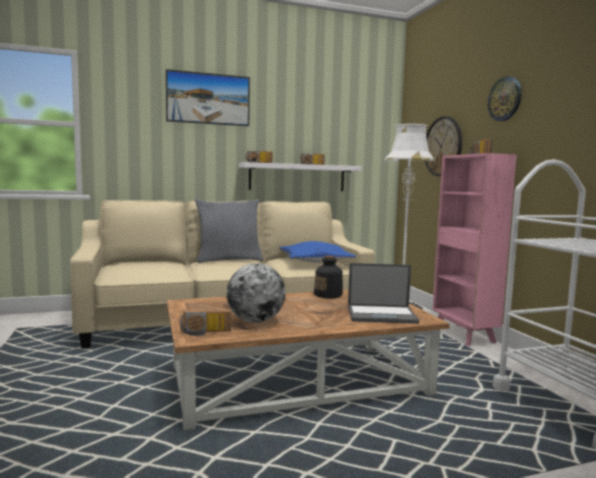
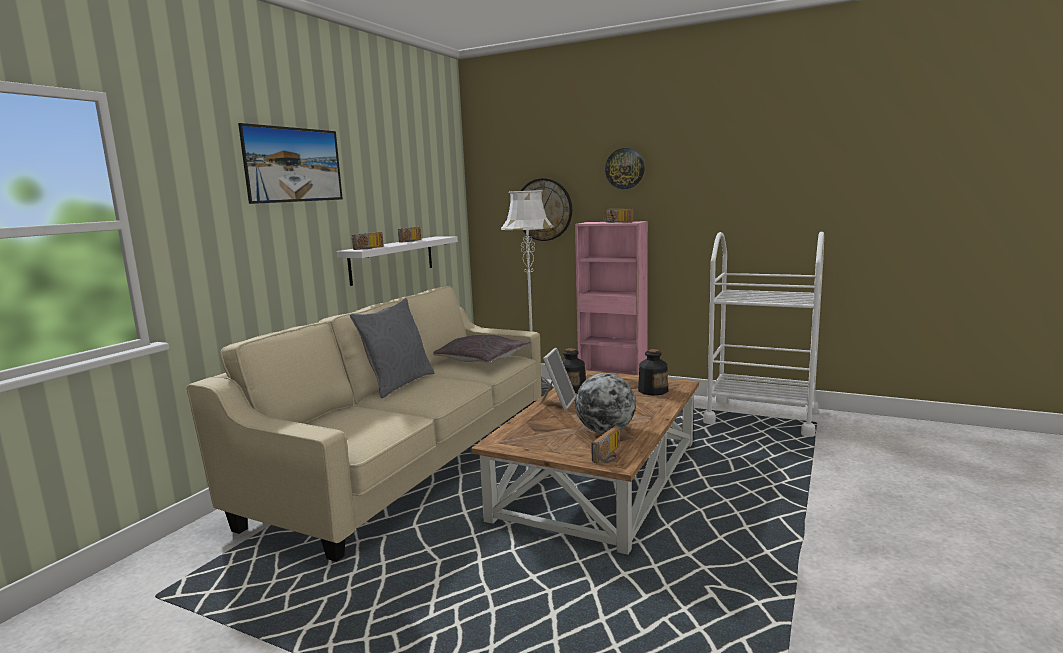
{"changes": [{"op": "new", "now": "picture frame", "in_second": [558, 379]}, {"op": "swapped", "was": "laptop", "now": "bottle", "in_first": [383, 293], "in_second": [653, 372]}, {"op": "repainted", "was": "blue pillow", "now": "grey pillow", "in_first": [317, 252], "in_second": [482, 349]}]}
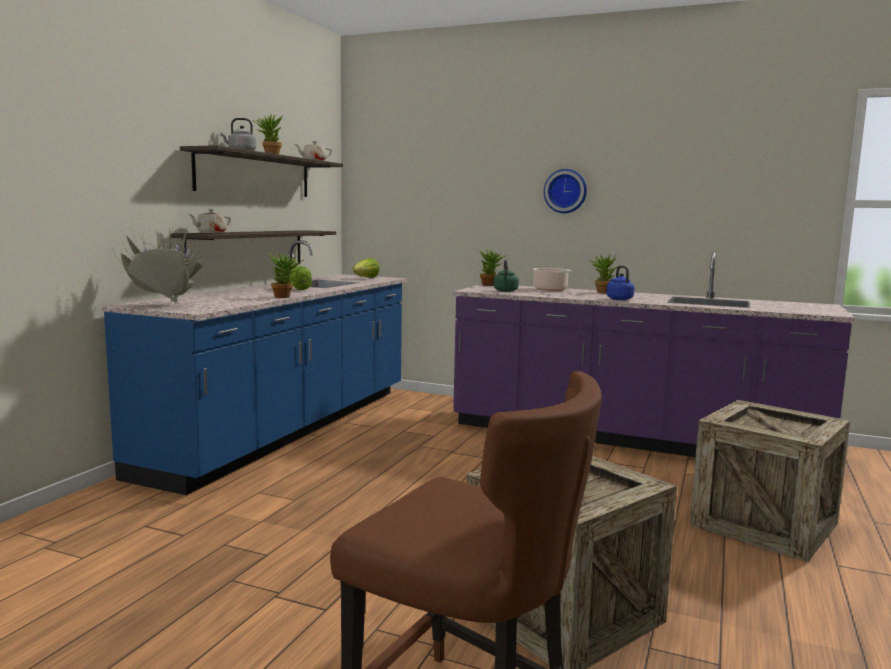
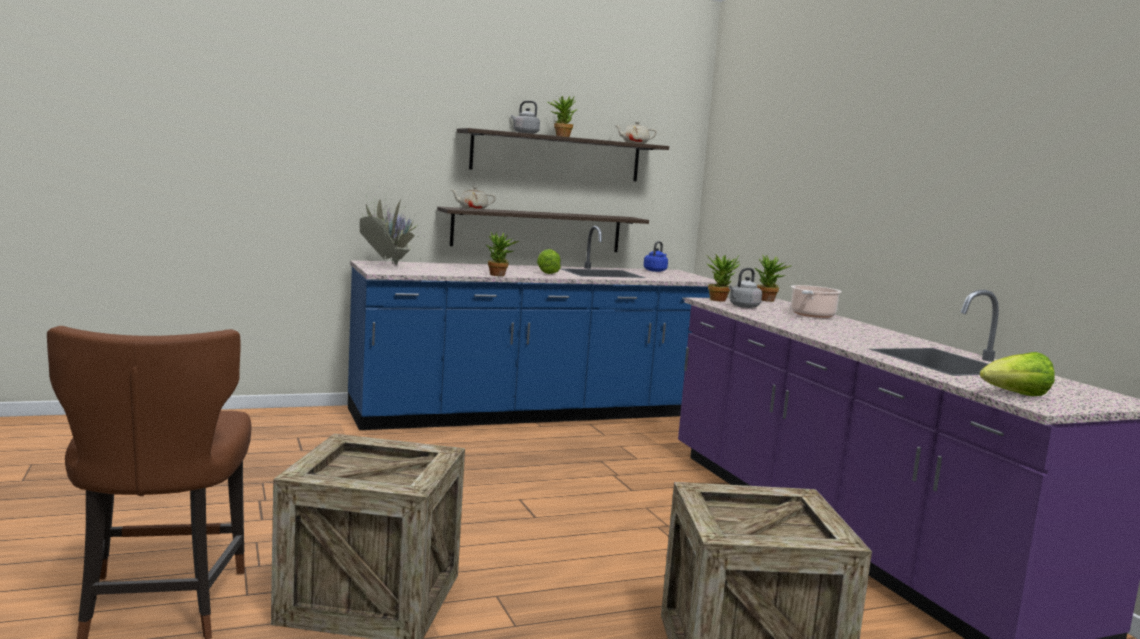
{"changes": [{"op": "gone", "was": "wall clock", "in_first": [565, 191]}, {"op": "shifted", "was": "lettuce", "in_first": [366, 268], "in_second": [1017, 374]}, {"op": "shifted", "was": "potted plant", "in_first": [604, 273], "in_second": [723, 278]}, {"op": "shifted", "was": "blue kettle", "in_first": [620, 283], "in_second": [655, 256]}, {"op": "repainted", "was": "green kettle", "now": "grey kettle", "in_first": [506, 276], "in_second": [745, 288]}]}
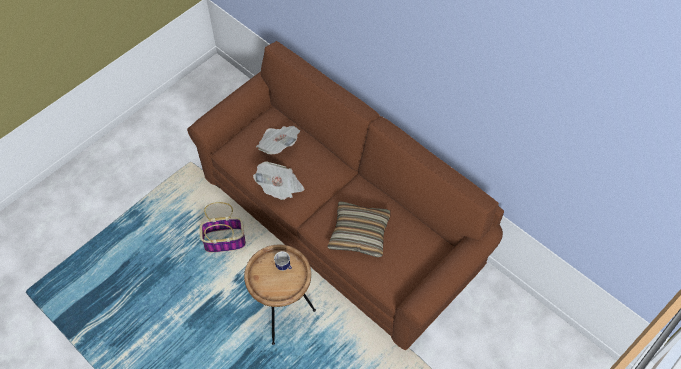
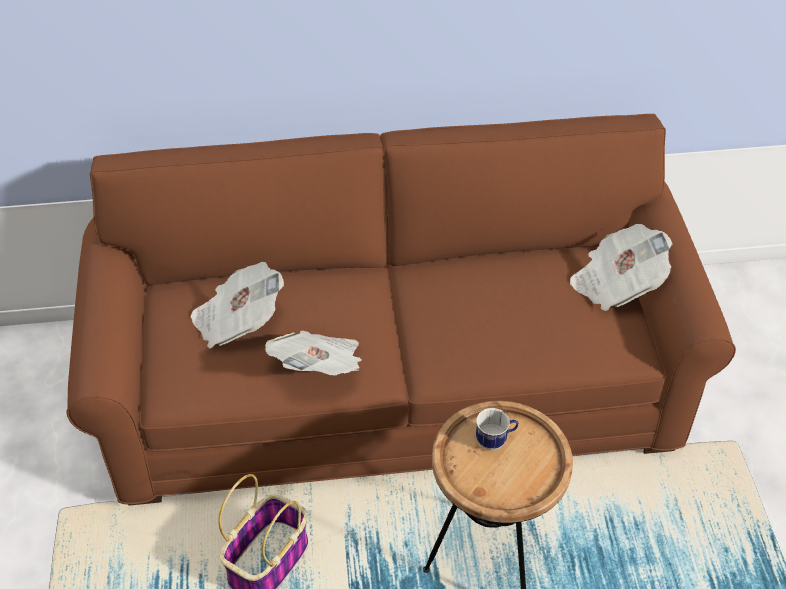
{"changes": [{"op": "gone", "was": "pillow", "in_first": [359, 229]}, {"op": "new", "now": "newspaper", "in_second": [621, 267]}]}
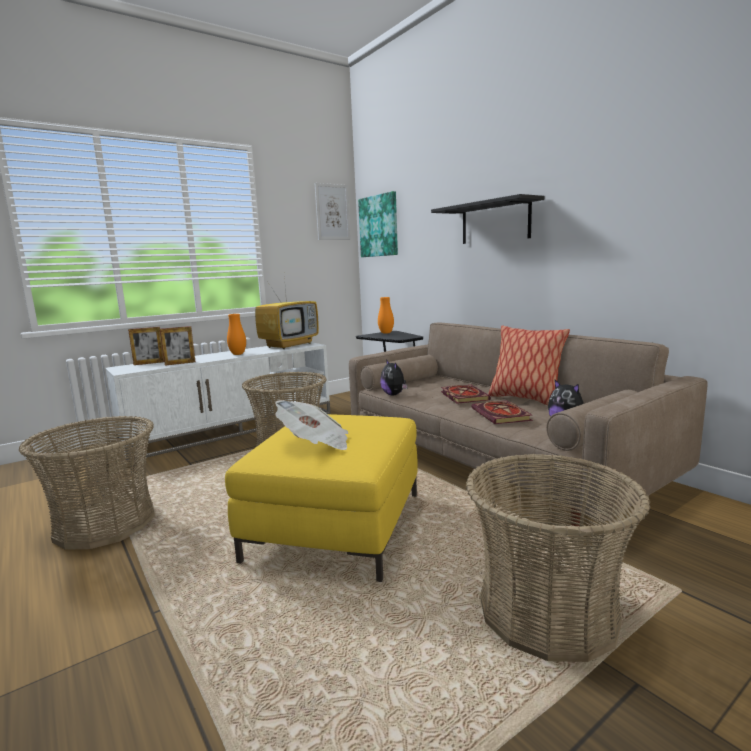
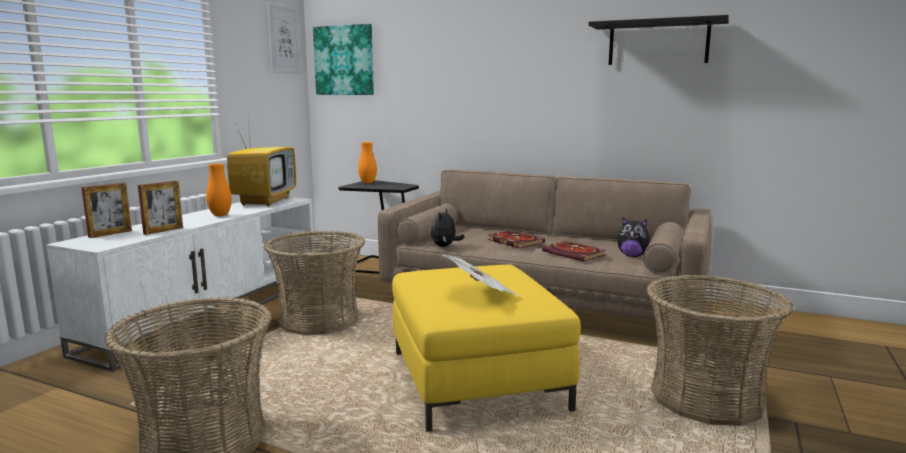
{"changes": [{"op": "gone", "was": "pillow", "in_first": [529, 365]}, {"op": "shifted", "was": "black shelf", "in_first": [487, 219], "in_second": [658, 40]}, {"op": "rotated", "was": "plush toy", "in_first": [394, 377], "in_second": [448, 227], "clockwise": 75}]}
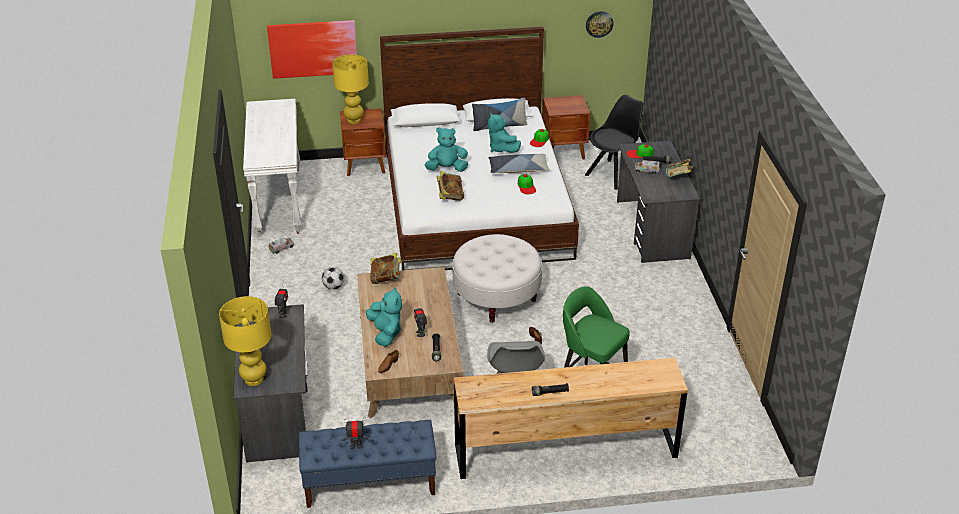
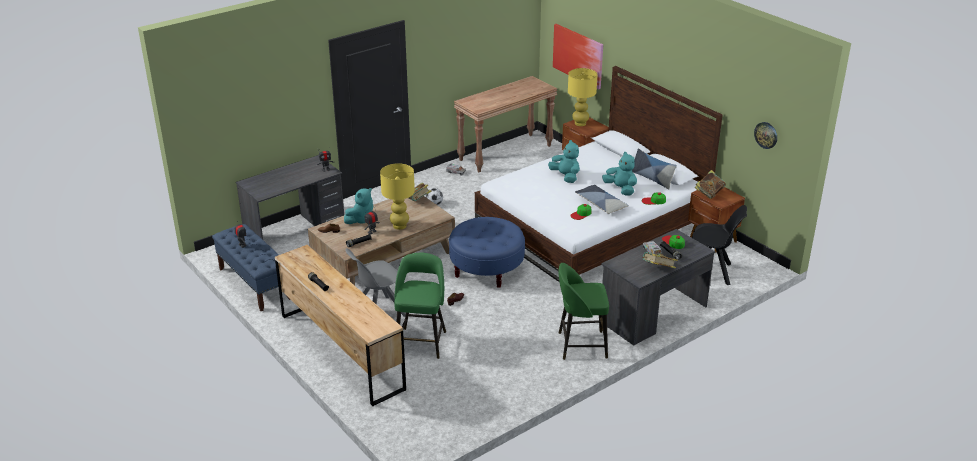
{"changes": [{"op": "new", "now": "green stool", "in_second": [583, 311]}, {"op": "shifted", "was": "yellow table lamp", "in_first": [245, 341], "in_second": [397, 196]}, {"op": "shifted", "was": "book", "in_first": [450, 186], "in_second": [710, 184]}, {"op": "repainted", "was": "white console table", "now": "brown console table", "in_first": [272, 168], "in_second": [505, 124]}, {"op": "repainted", "was": "white ottoman", "now": "blue ottoman", "in_first": [497, 278], "in_second": [487, 252]}, {"op": "rotated", "was": "turquoise plush toy", "in_first": [504, 132], "in_second": [619, 173], "clockwise": 105}]}
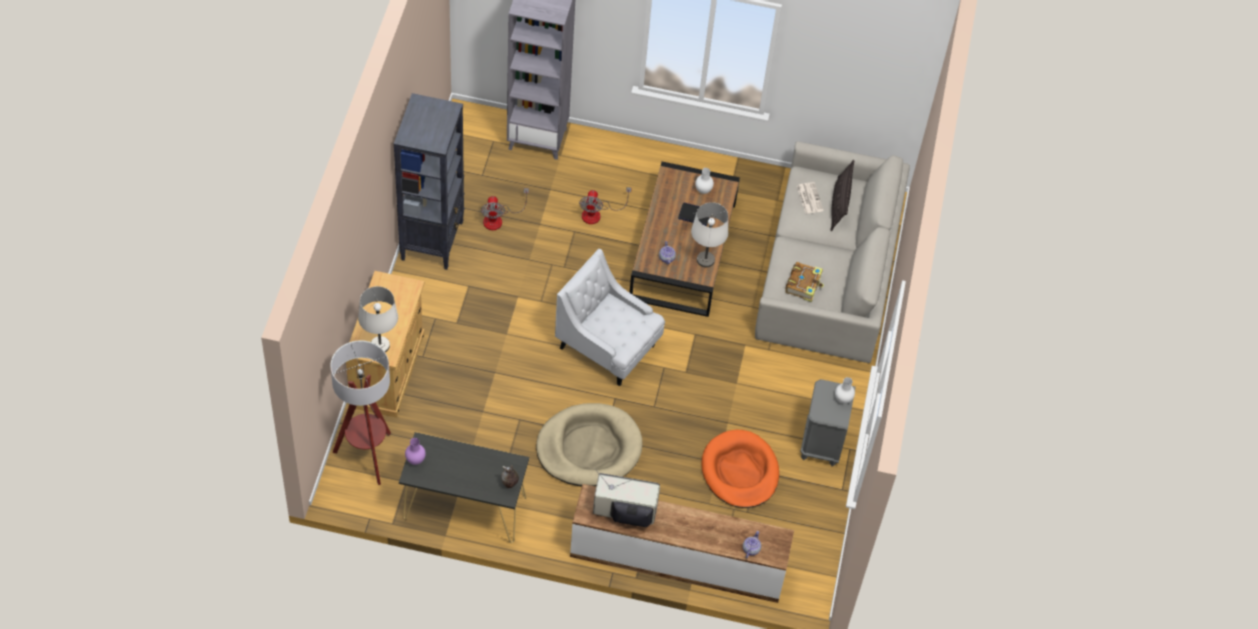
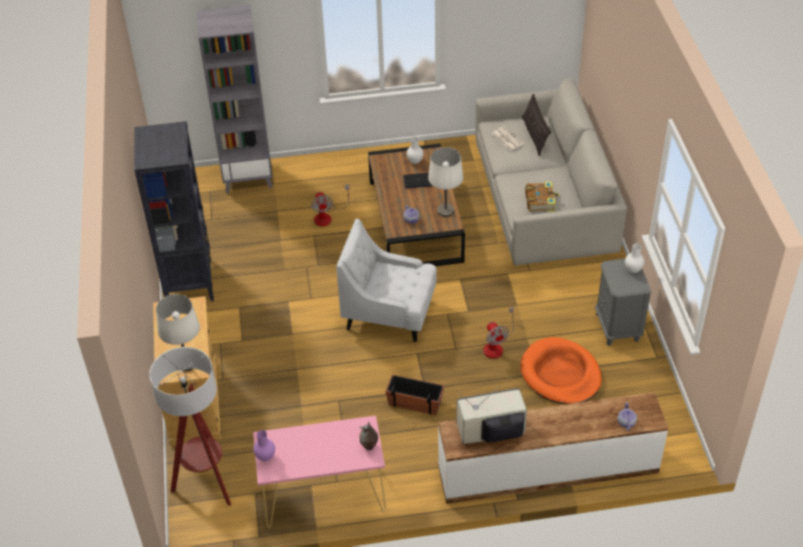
{"changes": [{"op": "shifted", "was": "fan", "in_first": [505, 209], "in_second": [498, 332]}, {"op": "swapped", "was": "beige dog bed", "now": "planter", "in_first": [589, 444], "in_second": [415, 394]}, {"op": "repainted", "was": "black console table", "now": "pink console table", "in_first": [464, 487], "in_second": [319, 472]}]}
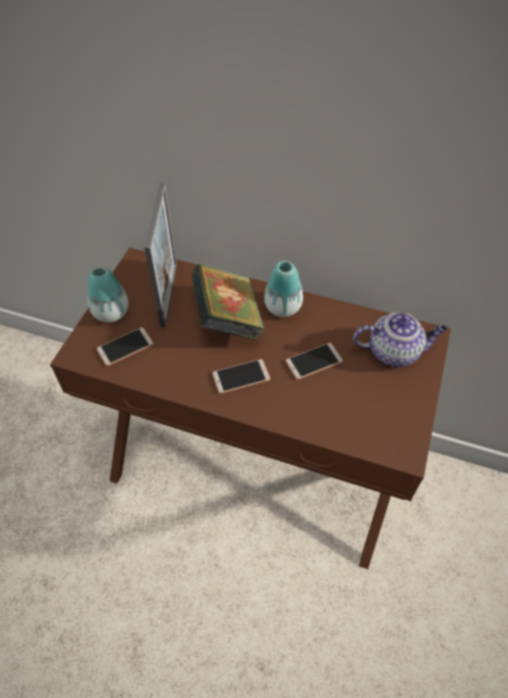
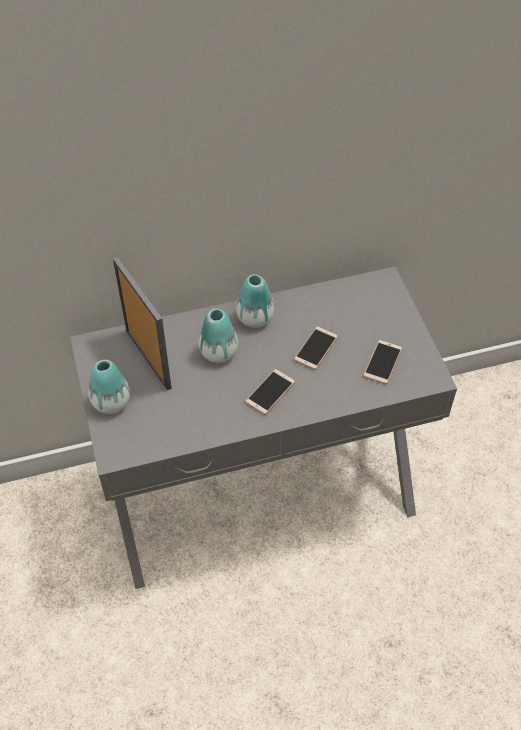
{"changes": [{"op": "gone", "was": "teapot", "in_first": [400, 339]}, {"op": "shifted", "was": "phone", "in_first": [125, 346], "in_second": [382, 362]}, {"op": "swapped", "was": "book", "now": "vase", "in_first": [228, 302], "in_second": [218, 335]}, {"op": "repainted", "was": "brown console table", "now": "grey console table", "in_first": [250, 408], "in_second": [263, 428]}]}
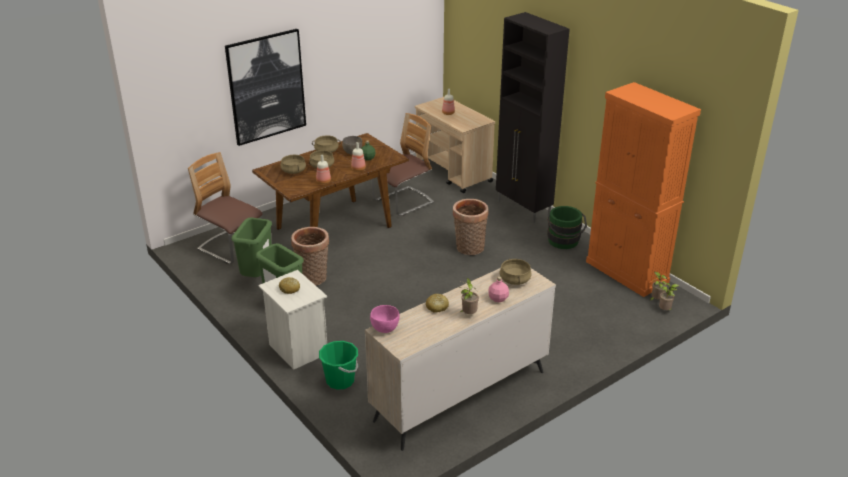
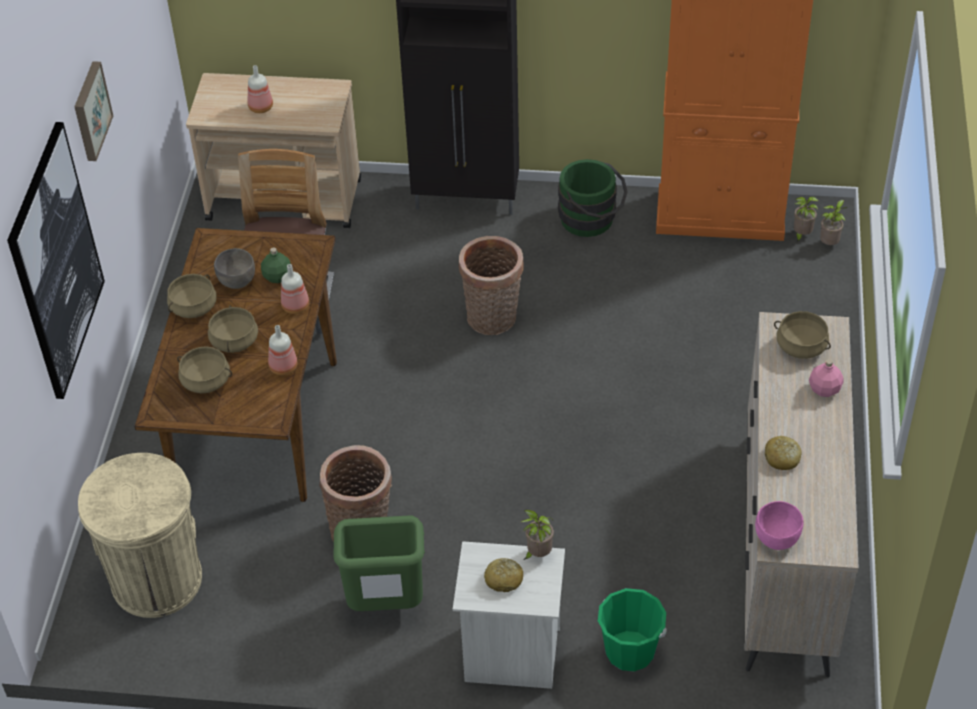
{"changes": [{"op": "gone", "was": "green trash can", "in_first": [251, 247]}, {"op": "new", "now": "picture", "in_second": [93, 111]}, {"op": "shifted", "was": "potted plant", "in_first": [469, 296], "in_second": [537, 535]}, {"op": "swapped", "was": "chair", "now": "beige trash can", "in_first": [225, 208], "in_second": [140, 535]}]}
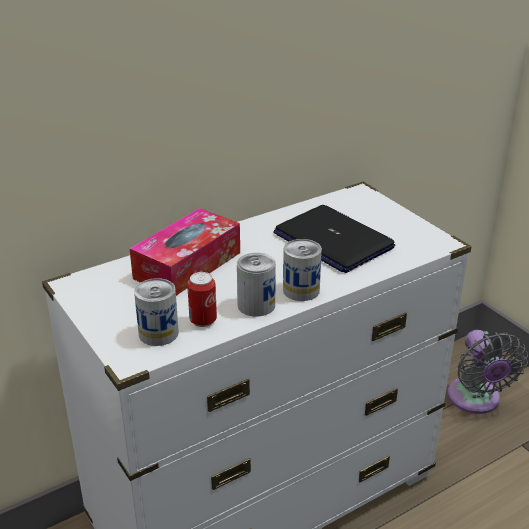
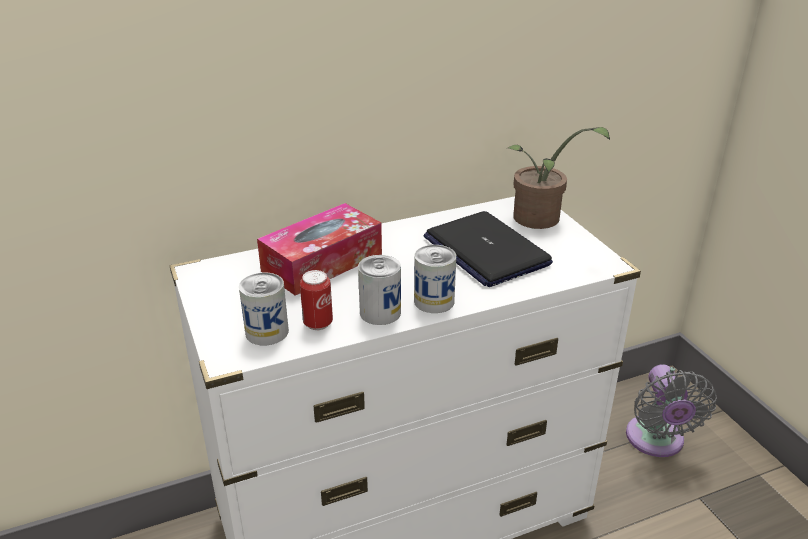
{"changes": [{"op": "new", "now": "potted plant", "in_second": [558, 178]}]}
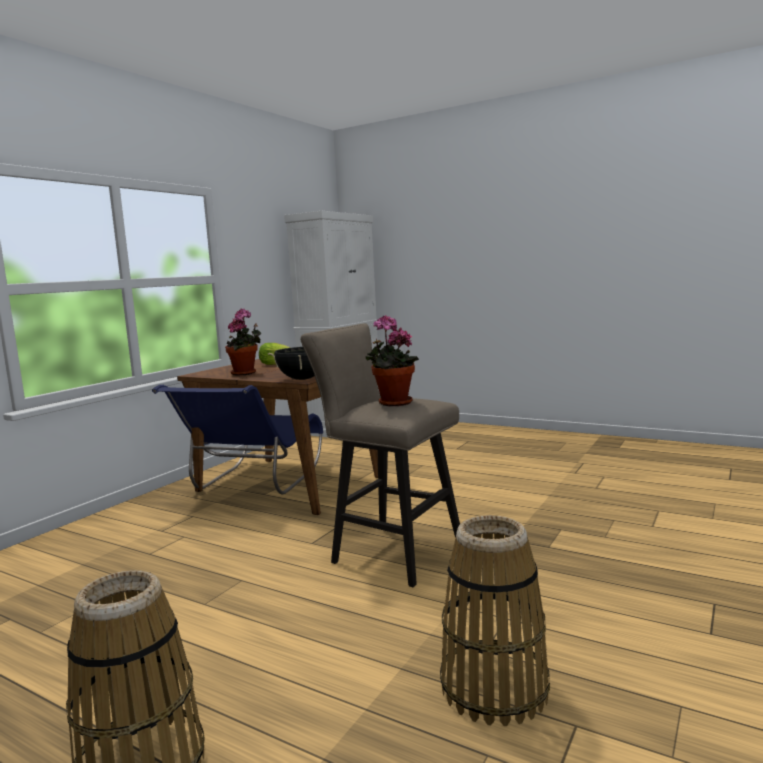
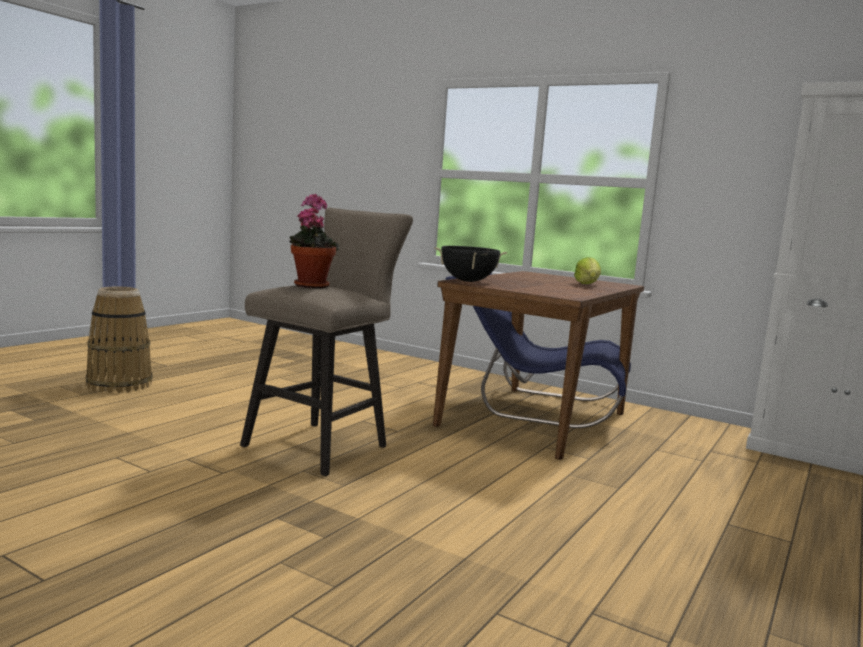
{"changes": [{"op": "gone", "was": "potted plant", "in_first": [243, 342]}, {"op": "gone", "was": "basket", "in_first": [495, 620]}]}
